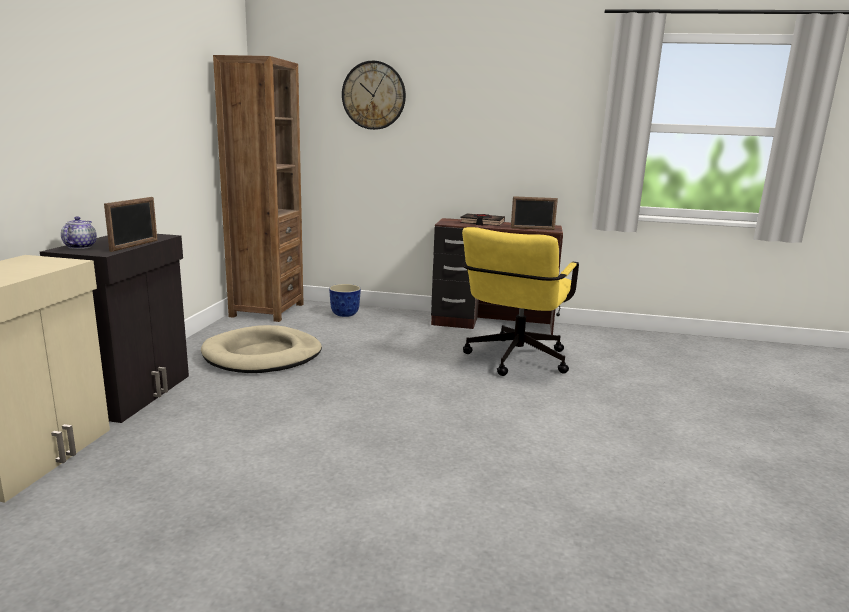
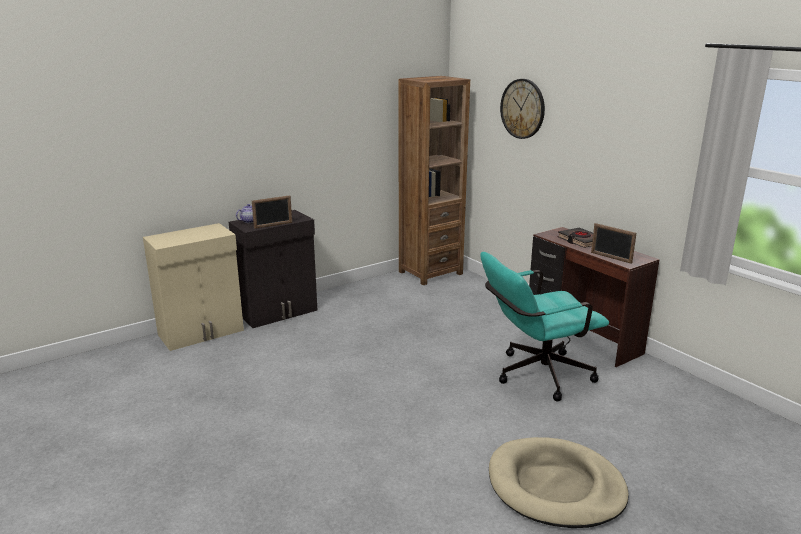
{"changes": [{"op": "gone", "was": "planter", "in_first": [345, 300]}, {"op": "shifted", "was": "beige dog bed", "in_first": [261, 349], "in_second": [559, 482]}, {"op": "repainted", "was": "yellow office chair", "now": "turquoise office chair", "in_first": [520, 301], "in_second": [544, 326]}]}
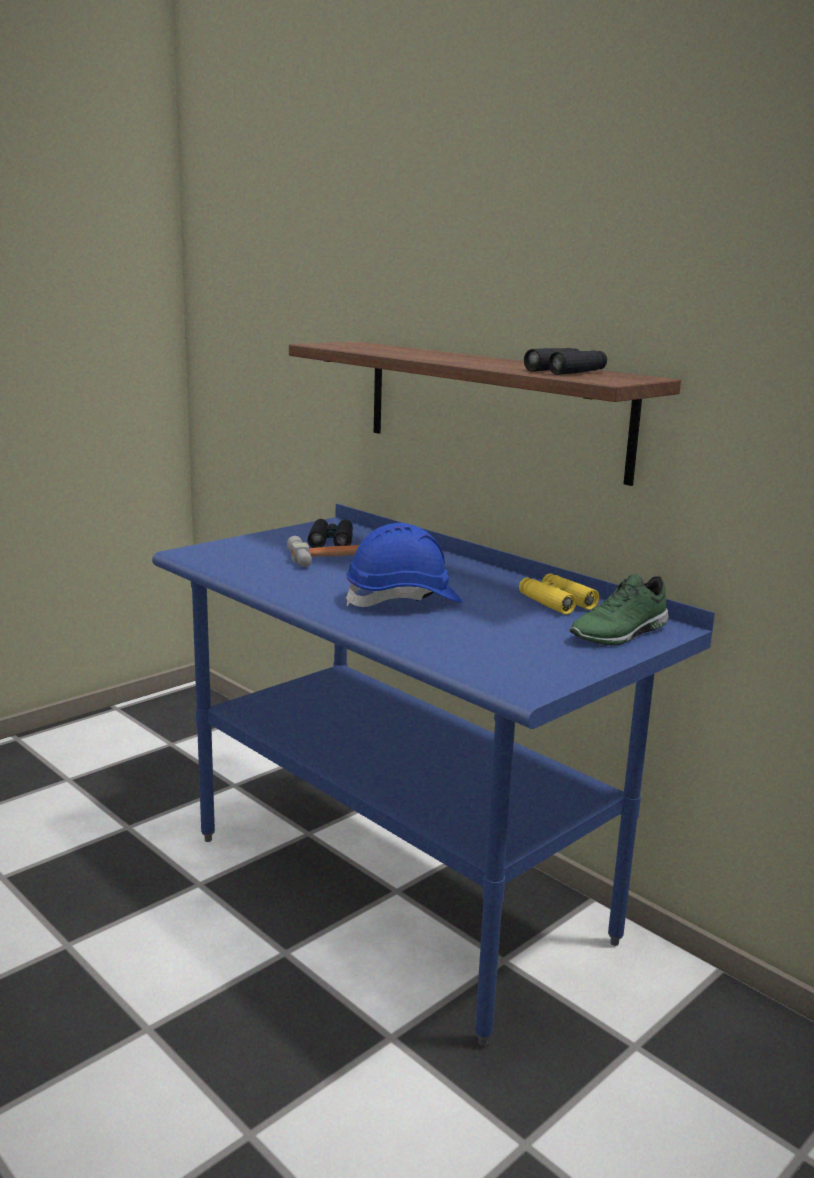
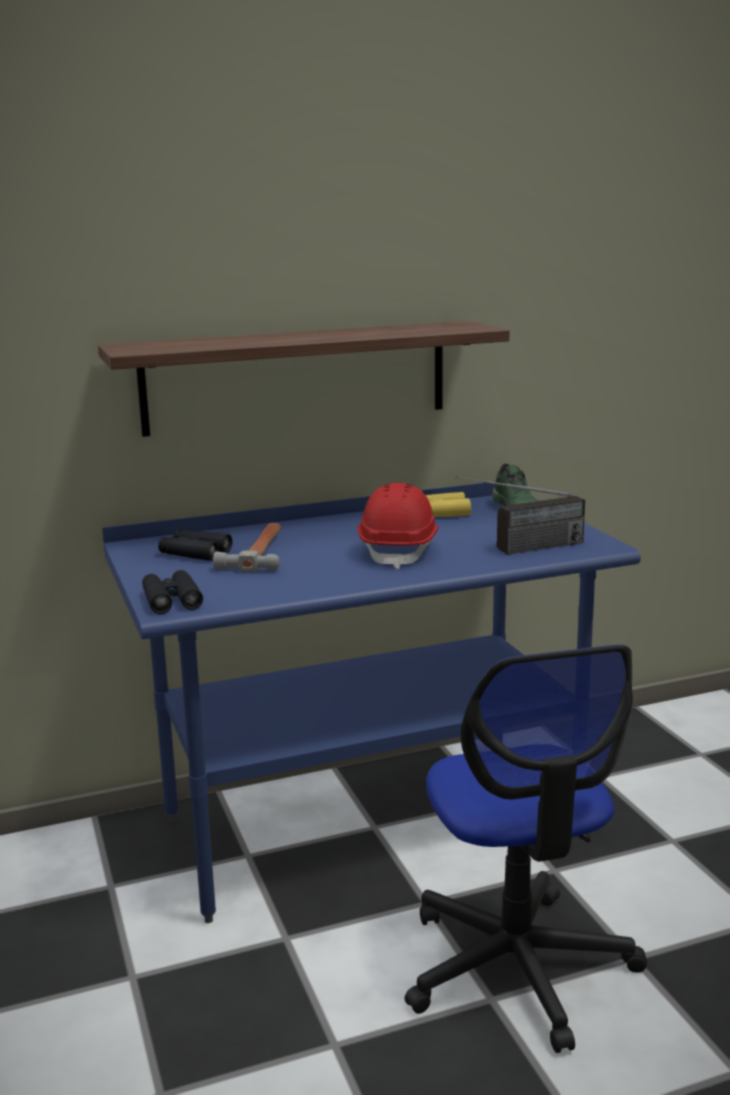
{"changes": [{"op": "new", "now": "office chair", "in_second": [525, 848]}, {"op": "new", "now": "radio", "in_second": [520, 515]}, {"op": "shifted", "was": "black binoculars", "in_first": [565, 361], "in_second": [172, 592]}, {"op": "repainted", "was": "blue hard hat", "now": "red hard hat", "in_first": [404, 565], "in_second": [398, 526]}]}
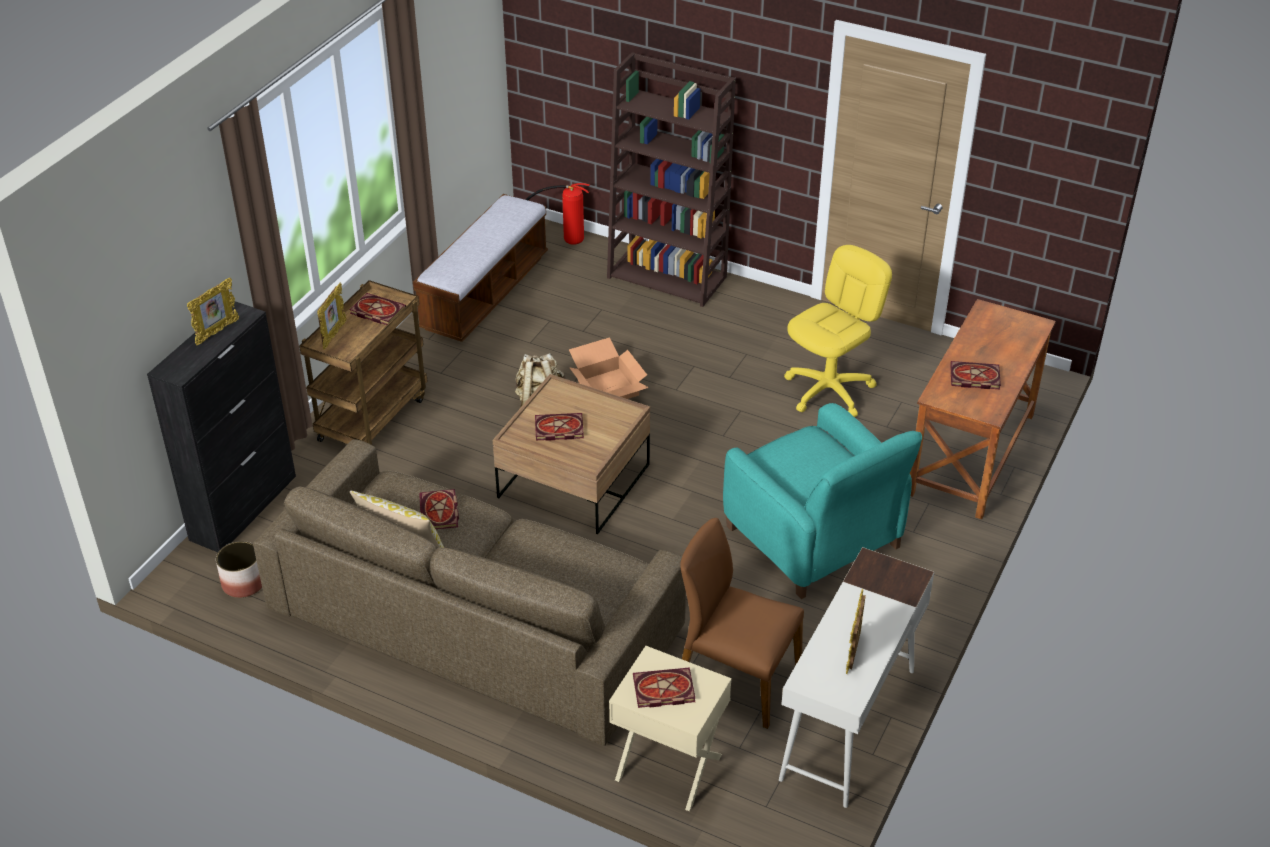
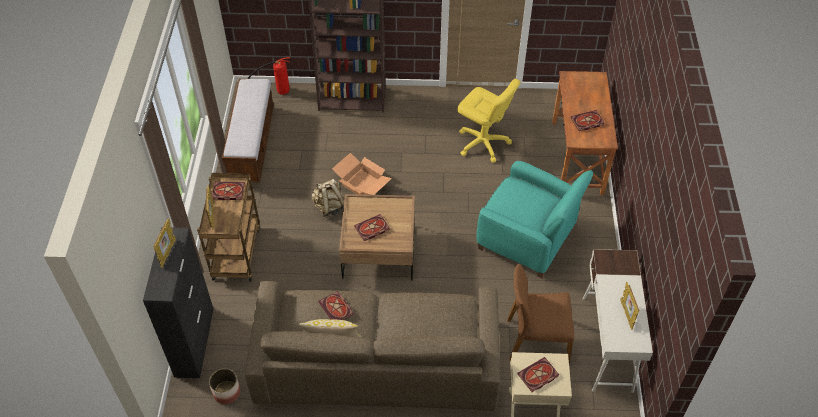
{"changes": [{"op": "rotated", "was": "yellow office chair", "in_first": [838, 331], "in_second": [489, 121], "clockwise": 105}]}
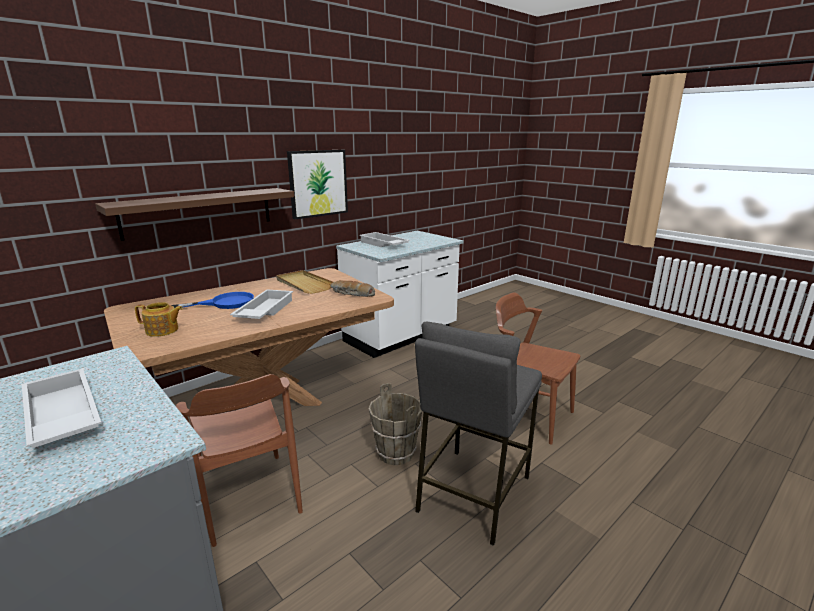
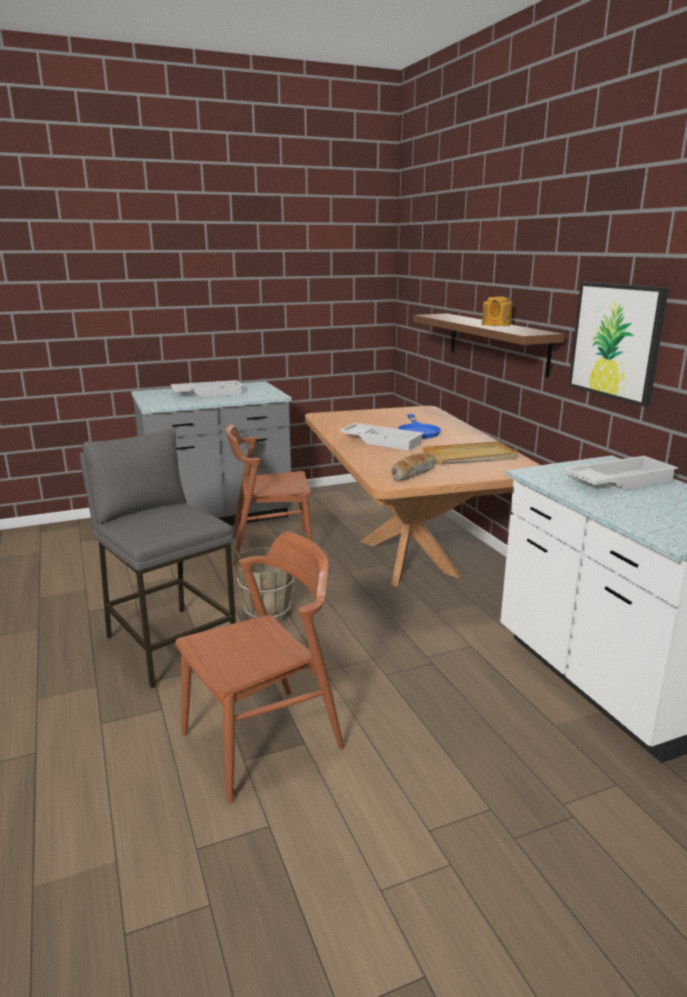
{"changes": [{"op": "shifted", "was": "teapot", "in_first": [159, 319], "in_second": [497, 311]}]}
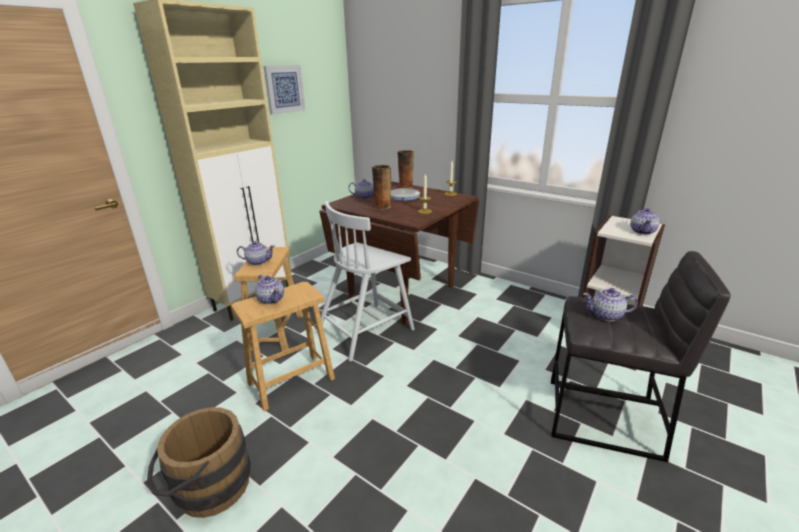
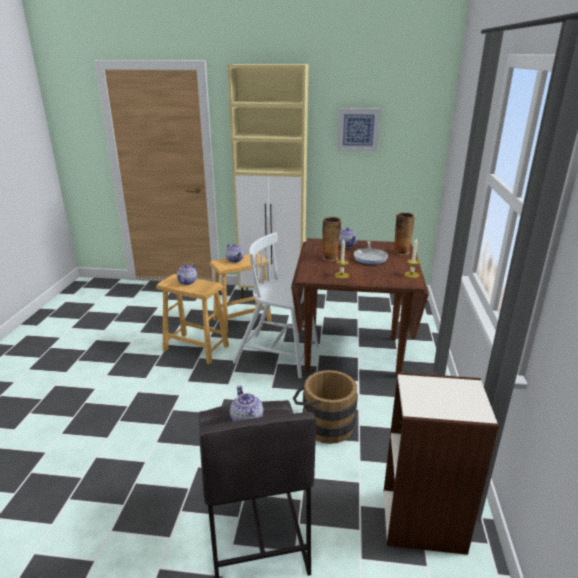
{"changes": [{"op": "gone", "was": "teapot", "in_first": [645, 221]}, {"op": "shifted", "was": "brown bucket", "in_first": [199, 462], "in_second": [325, 407]}]}
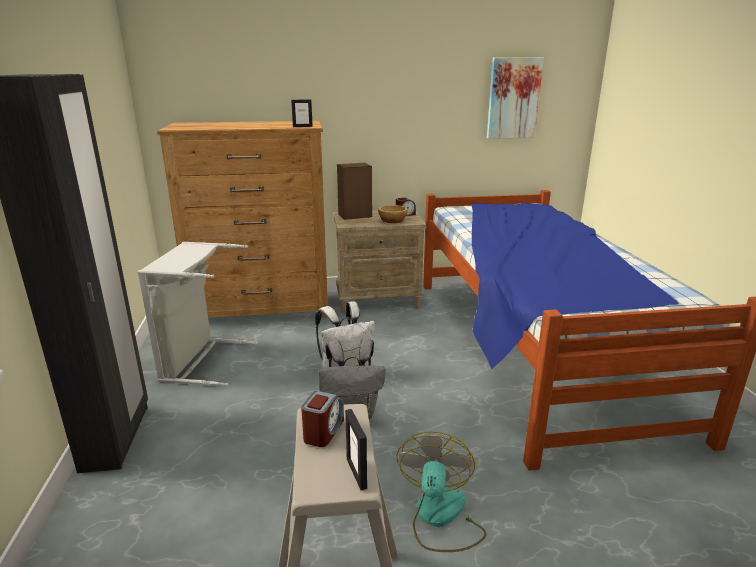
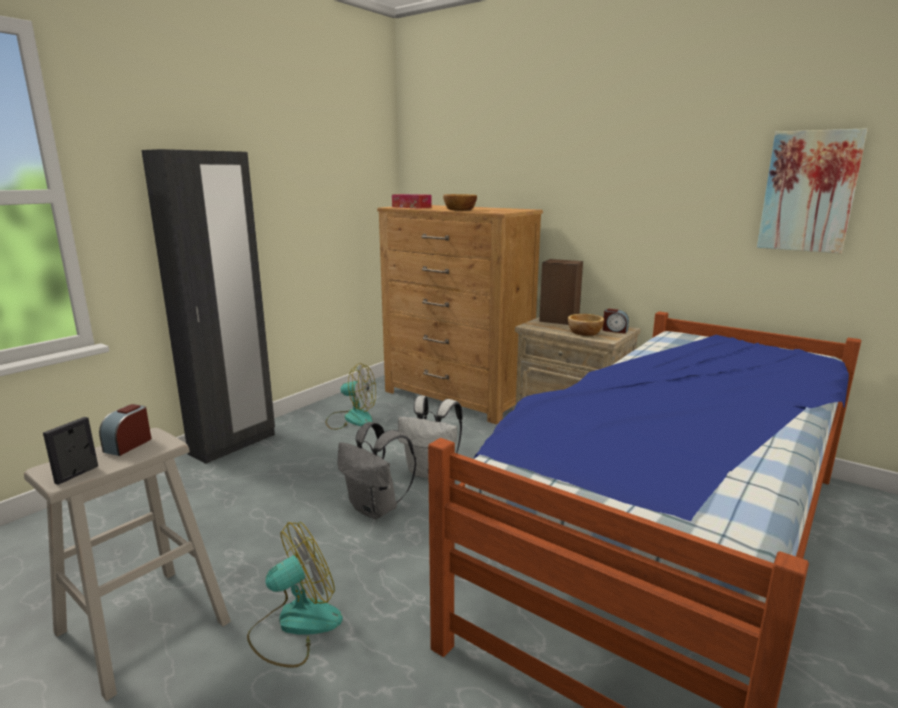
{"changes": [{"op": "gone", "was": "picture frame", "in_first": [302, 113]}, {"op": "new", "now": "tissue box", "in_second": [412, 201]}, {"op": "new", "now": "bowl", "in_second": [460, 202]}, {"op": "swapped", "was": "grey laundry basket", "now": "fan", "in_first": [198, 314], "in_second": [351, 396]}, {"op": "rotated", "was": "alarm clock", "in_first": [322, 419], "in_second": [125, 430], "clockwise": 135}]}
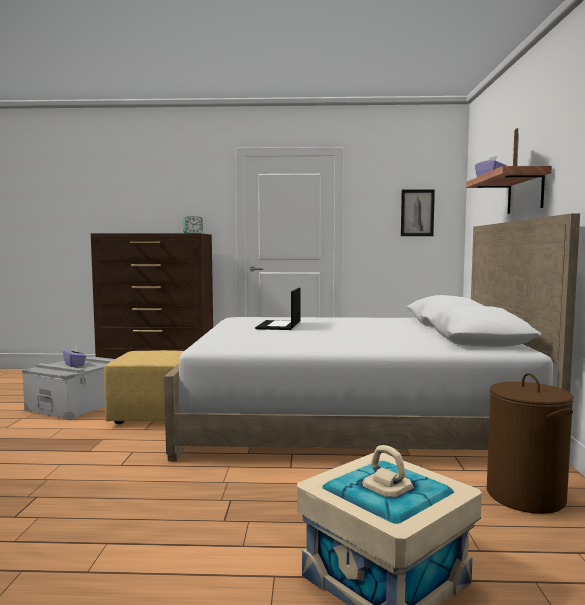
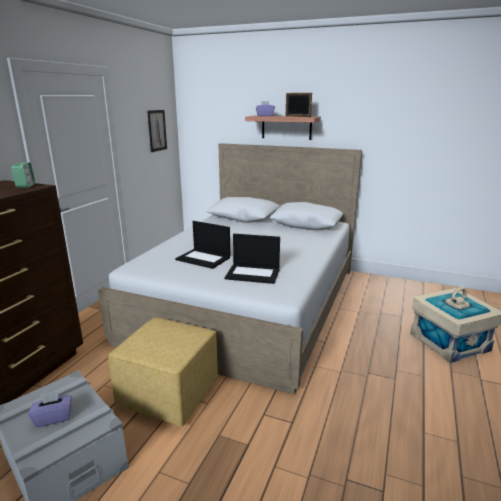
{"changes": [{"op": "gone", "was": "brown laundry basket", "in_first": [530, 443]}, {"op": "new", "now": "laptop", "in_second": [252, 259]}]}
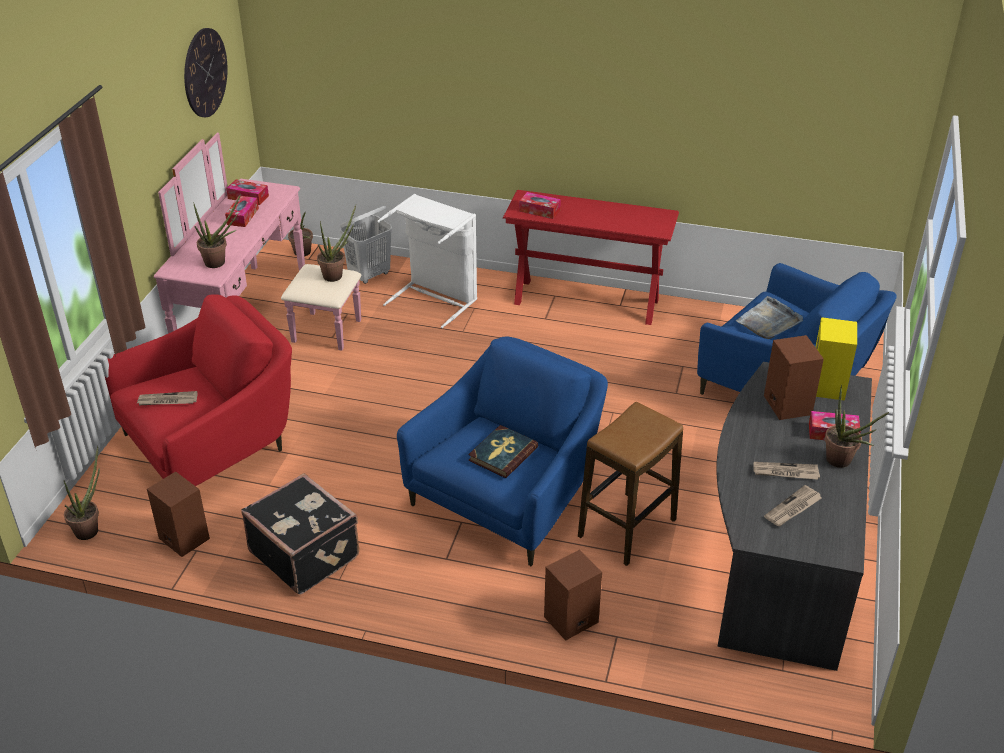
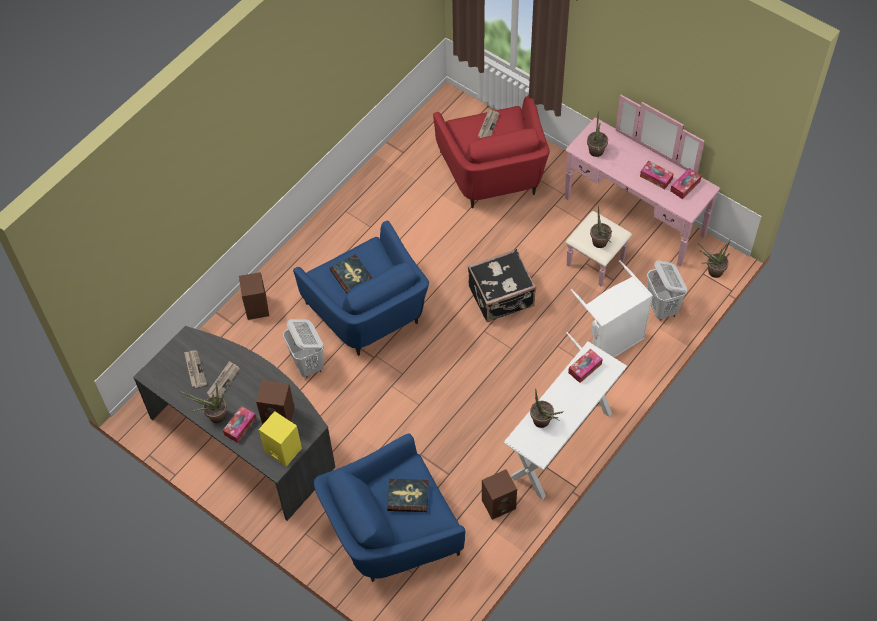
{"changes": [{"op": "gone", "was": "wall clock", "in_first": [205, 72]}, {"op": "shifted", "was": "potted plant", "in_first": [82, 493], "in_second": [546, 408]}, {"op": "shifted", "was": "brown speaker", "in_first": [178, 514], "in_second": [499, 494]}, {"op": "shifted", "was": "black suitcase", "in_first": [300, 534], "in_second": [502, 285]}, {"op": "swapped", "was": "stool", "now": "white laundry basket", "in_first": [630, 484], "in_second": [303, 348]}, {"op": "swapped", "was": "grey tray", "now": "book", "in_first": [769, 317], "in_second": [408, 495]}, {"op": "repainted", "was": "red console table", "now": "white console table", "in_first": [591, 257], "in_second": [565, 420]}]}
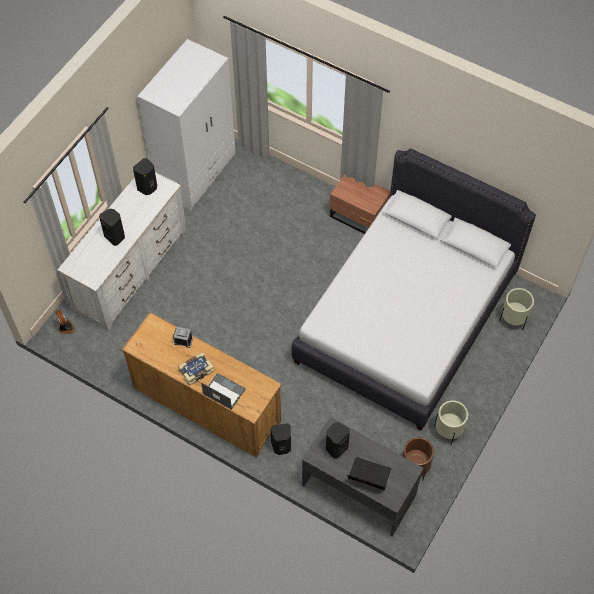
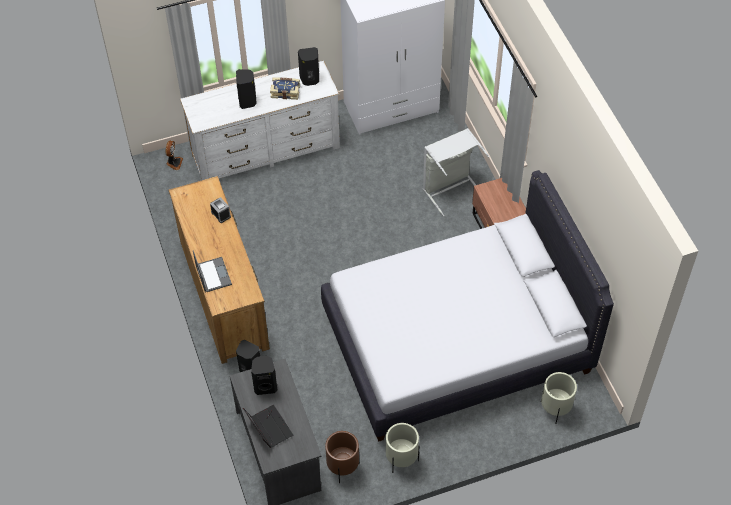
{"changes": [{"op": "new", "now": "grey laundry basket", "in_second": [456, 172]}, {"op": "shifted", "was": "book", "in_first": [196, 369], "in_second": [285, 89]}]}
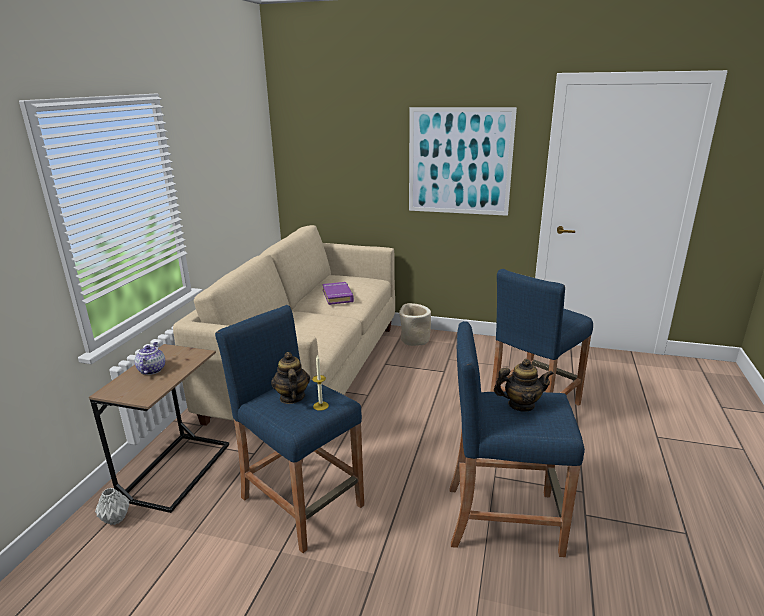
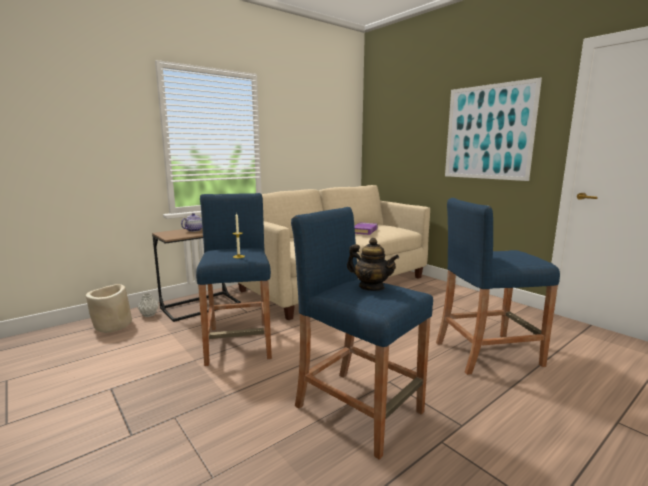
{"changes": [{"op": "gone", "was": "teapot", "in_first": [290, 378]}, {"op": "shifted", "was": "beige planter", "in_first": [415, 324], "in_second": [109, 308]}]}
